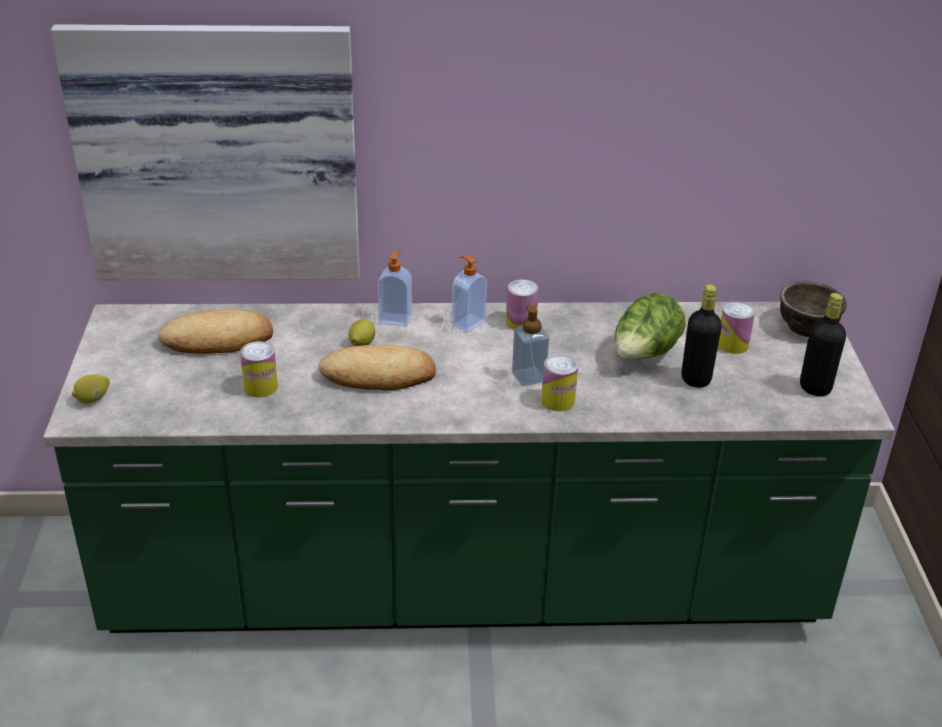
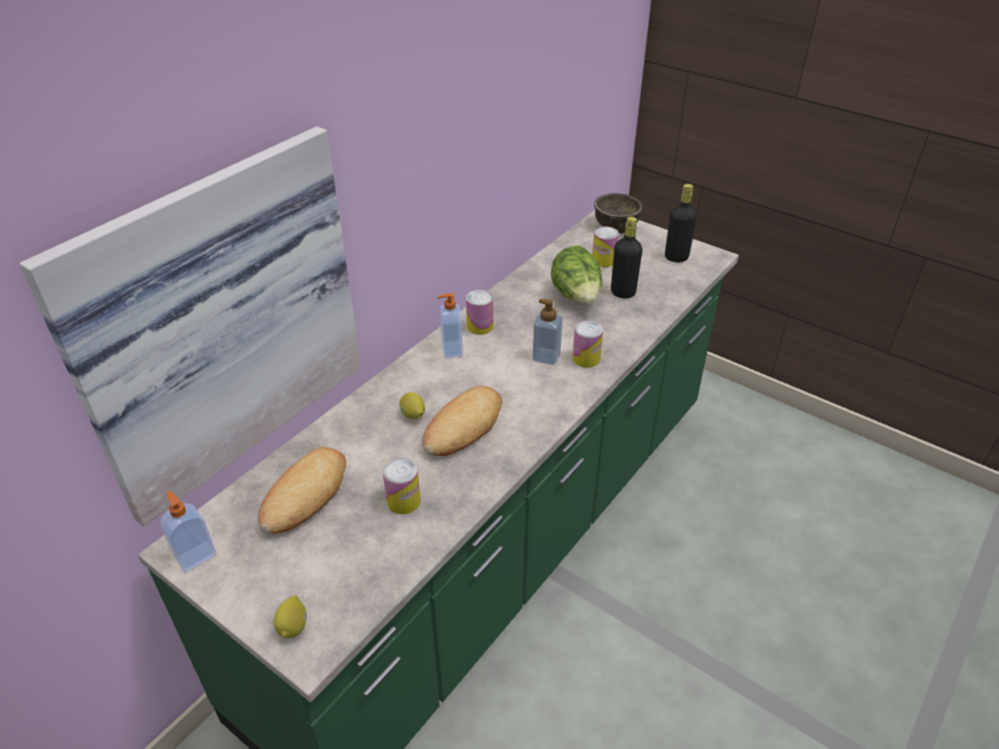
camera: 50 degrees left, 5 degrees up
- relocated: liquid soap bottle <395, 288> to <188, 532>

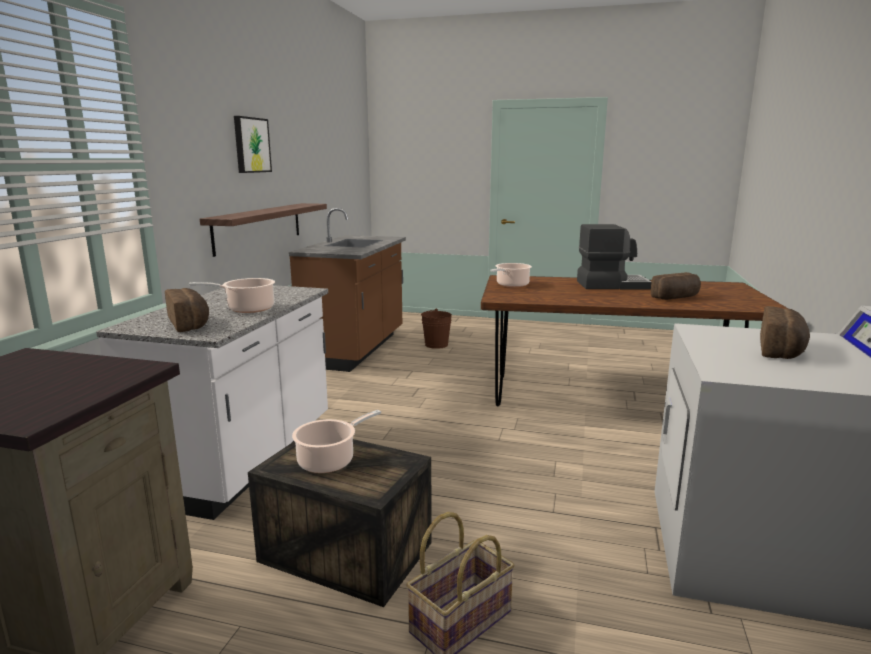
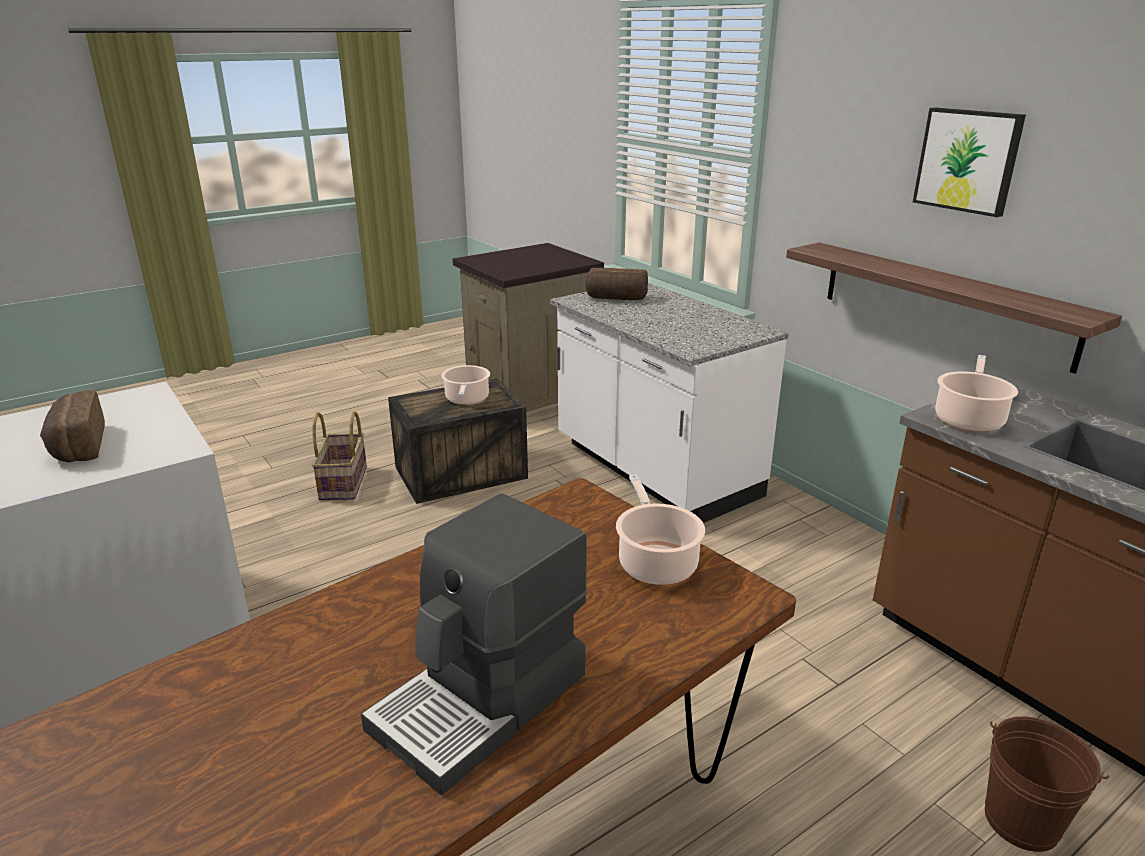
camera: 130 degrees right, 10 degrees up
- relocated: stockpot <232, 295> to <976, 393>
- missing: baked bread <676, 286>

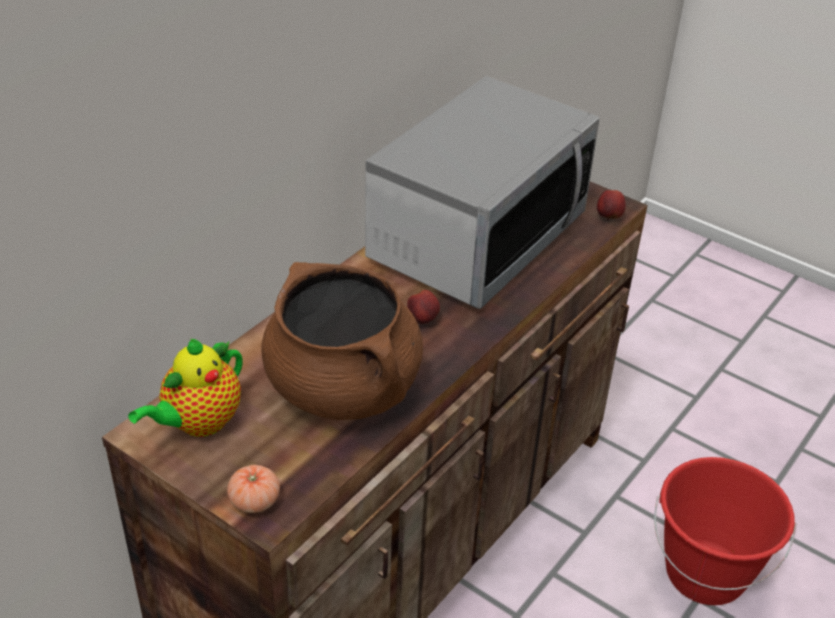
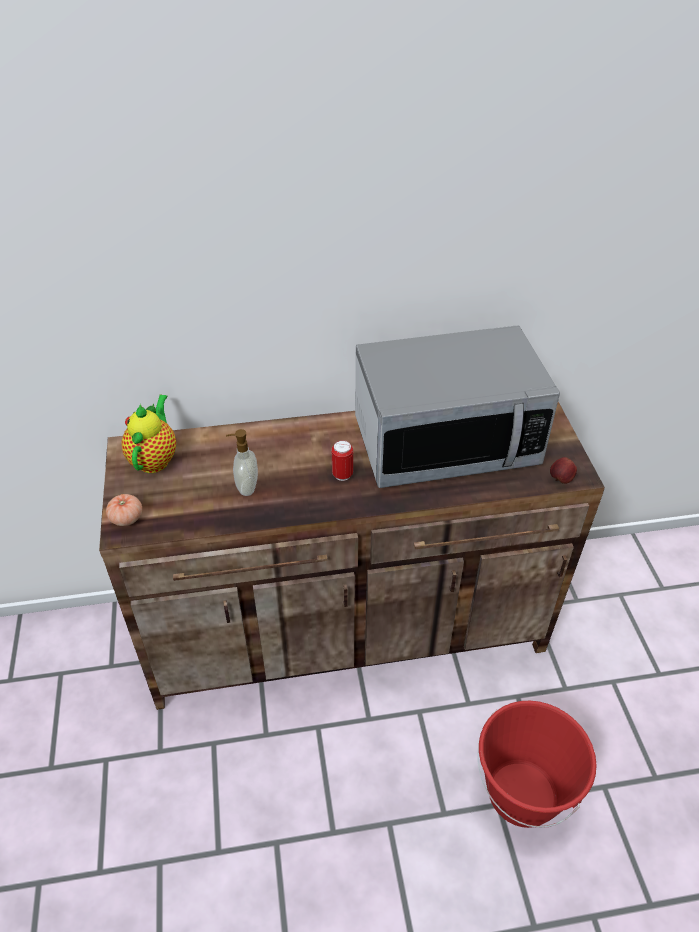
camera: 45 degrees right, 5 degrees up
- spun: pot for tea <185, 388> = <149, 433> 105 degrees clockwise
- exchanged: brown-coloured stockpot <342, 341> to liquid soap bottle <242, 462>
- exchanged: apple fruit <423, 307> to can <342, 460>

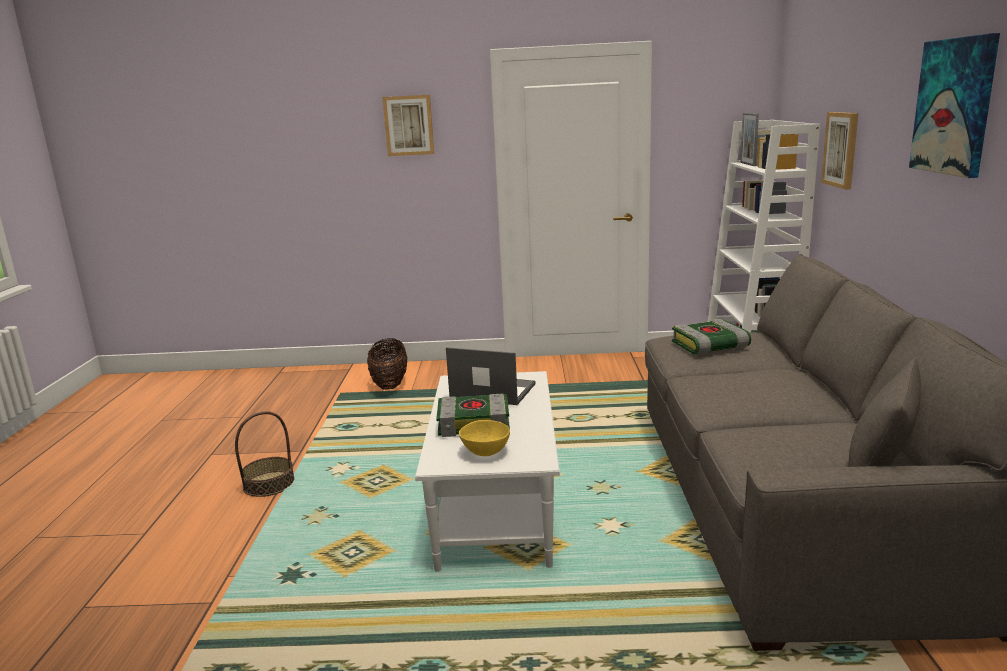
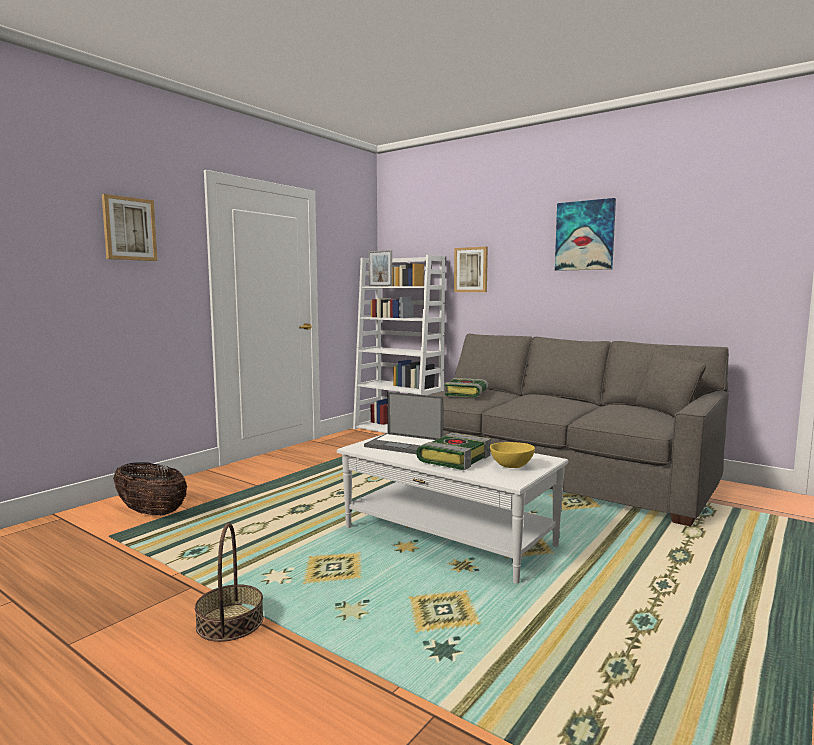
camera: 55 degrees left, 10 degrees down
- spun: notebook computer <491, 376> = <404, 423> 120 degrees counterclockwise

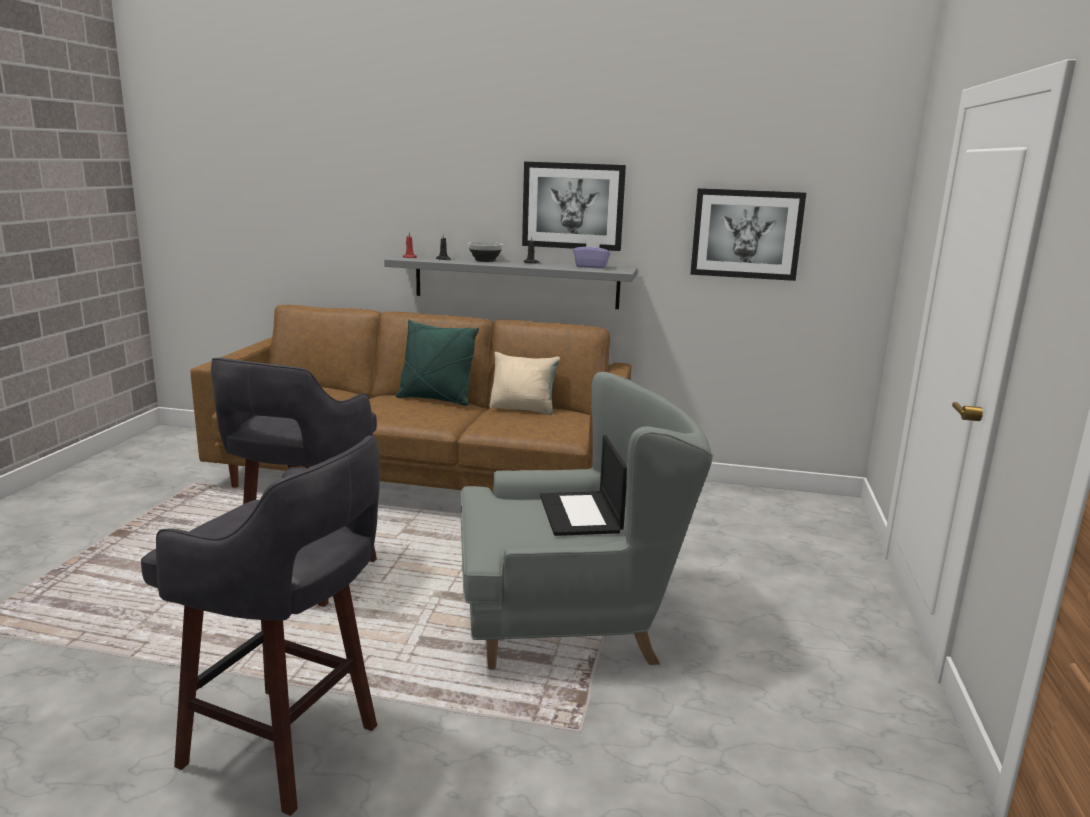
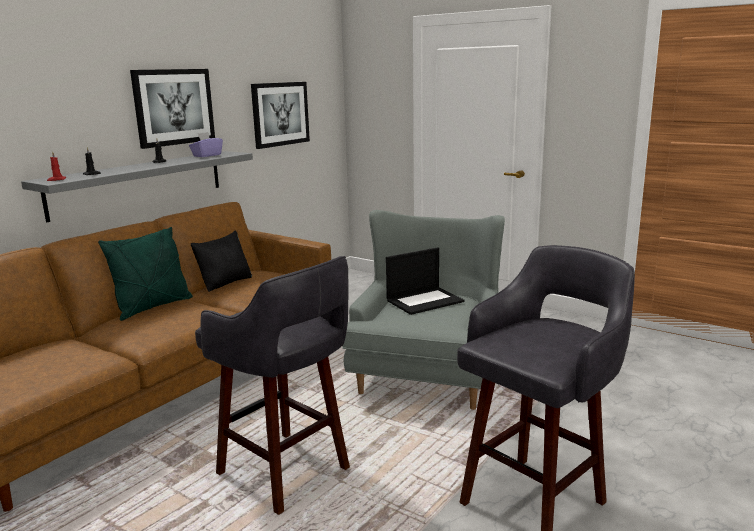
camera: 65 degrees left, 0 degrees up
- colour: sand-coloured pillow <524, 383> to black pillow <221, 261>
- spun: notebook computer <583, 485> = <425, 281> 45 degrees counterclockwise
- missing: deep dish <485, 252>

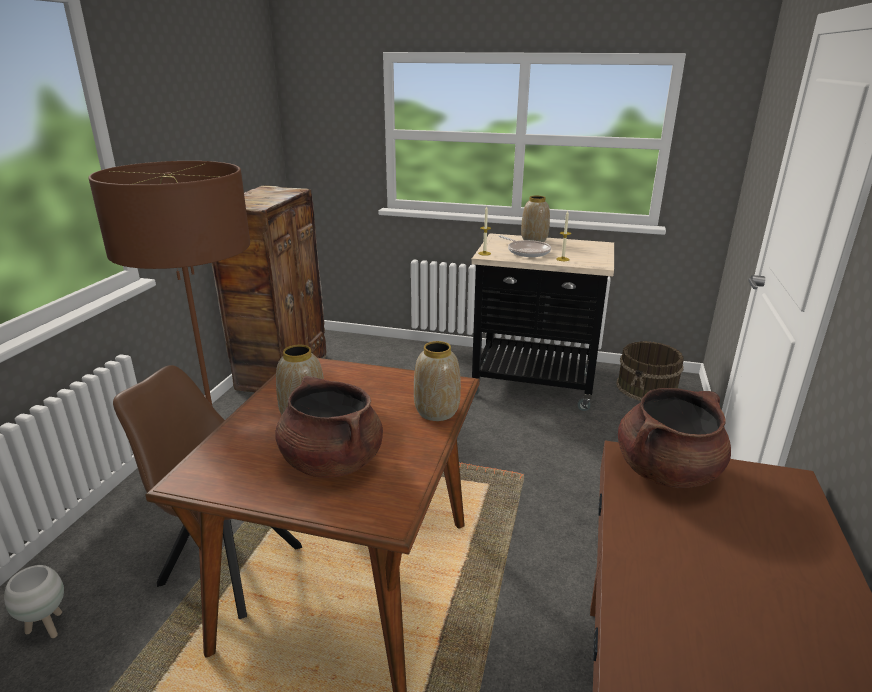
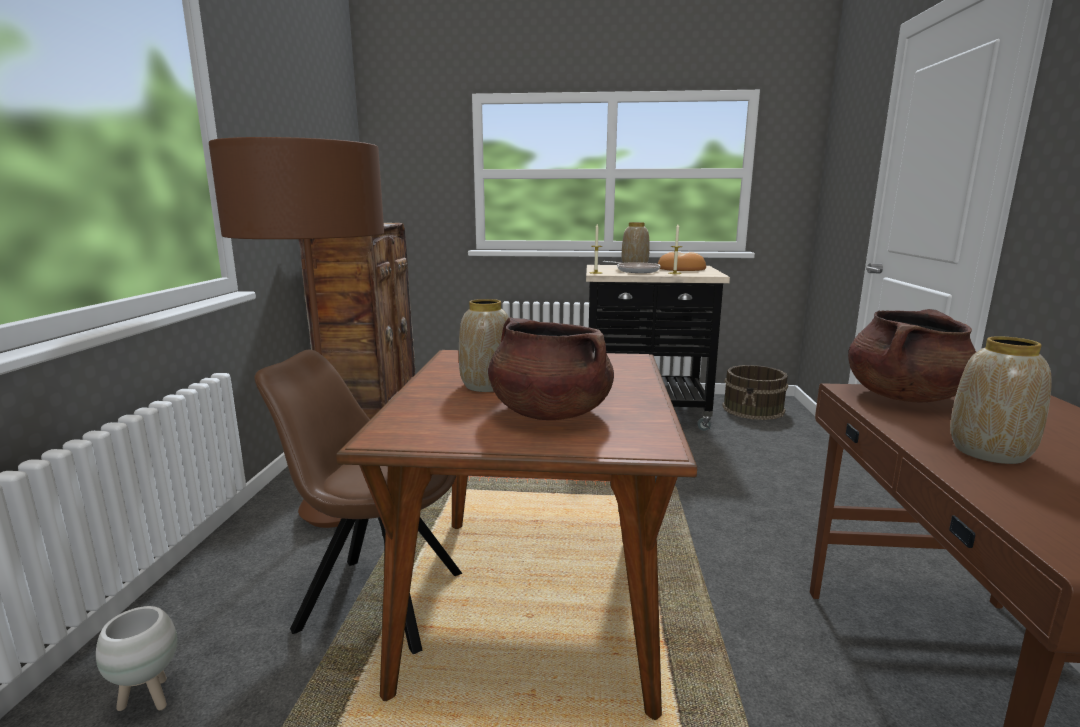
camera: 10 degrees left, 10 degrees down
- appeared: baked bread <682, 261>
- relocated: decorative vase <437, 381> to <1001, 400>

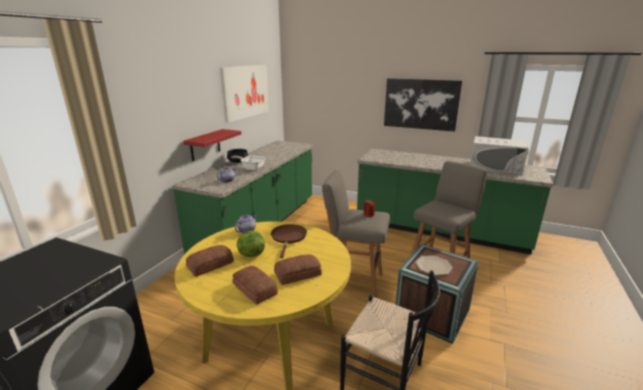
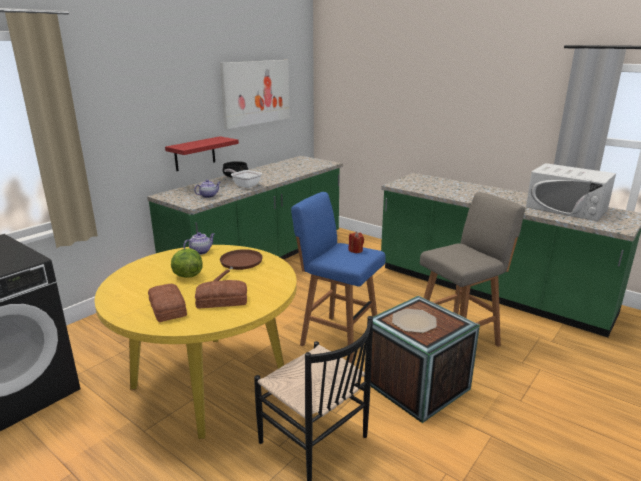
camera: 15 degrees right, 0 degrees up
- colour: gray stool seat <356, 234> to blue stool seat <338, 277>
- missing: baked bread <210, 261>
- missing: wall art <423, 104>

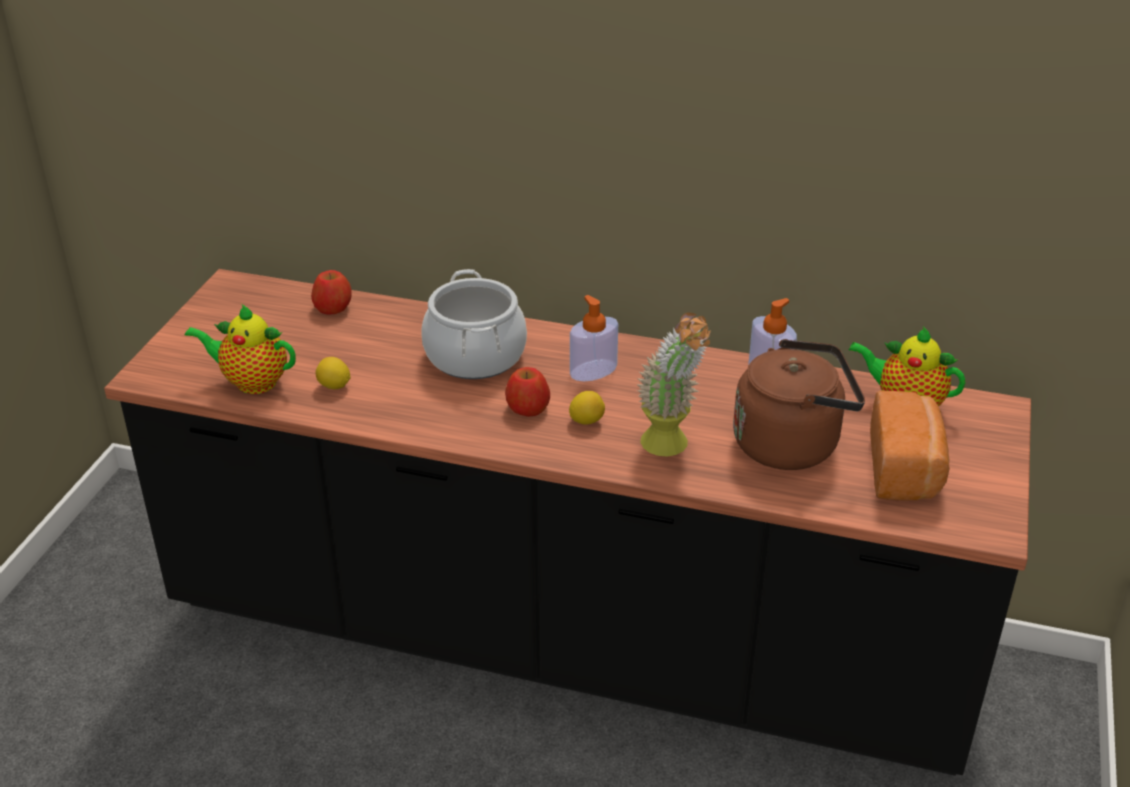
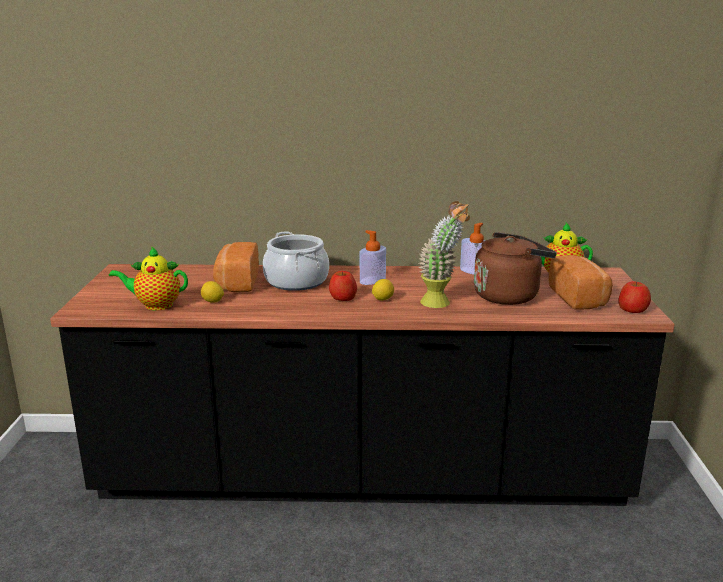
camera: 15 degrees left, 15 degrees down
- appeared: baked bread <236, 267>
- relocated: apple fruit <331, 292> to <635, 297>

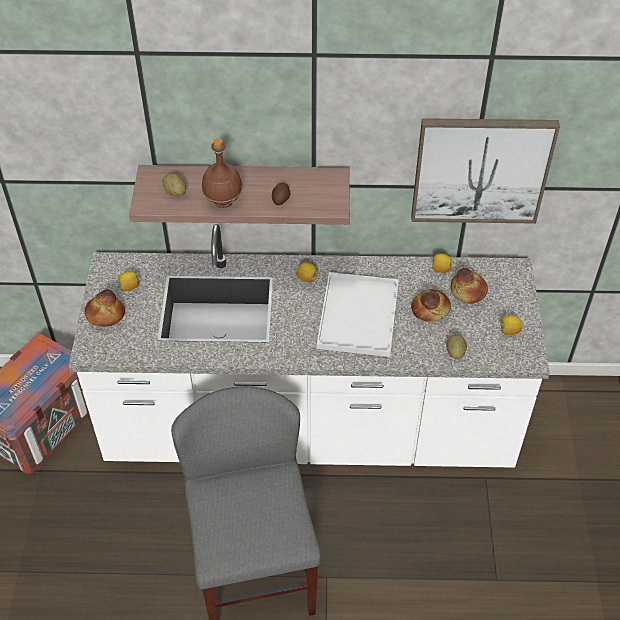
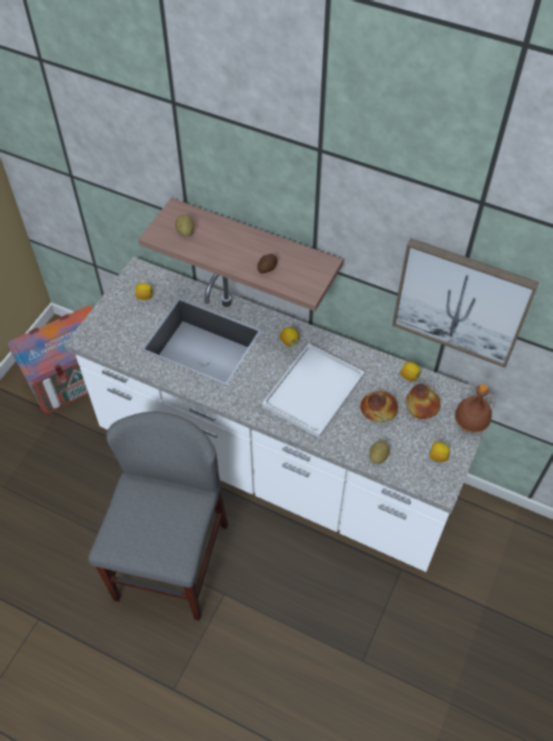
camera: 25 degrees right, 5 degrees up
- relocated: brown-coloured drink bottle <222, 173> to <473, 408>
- missing: baked bread <105, 308>

